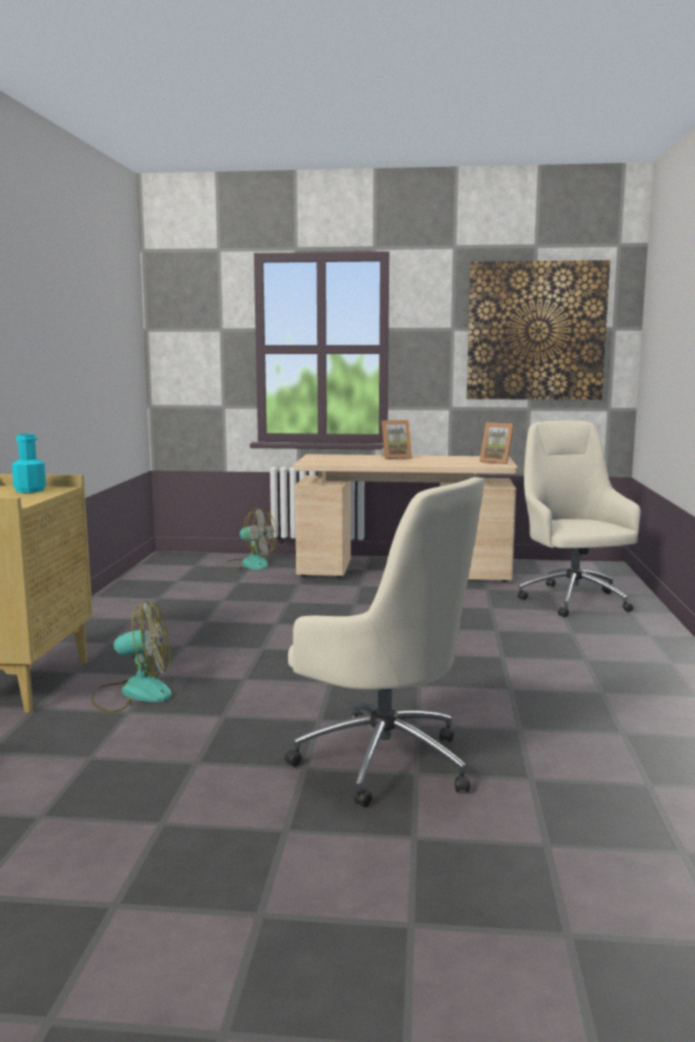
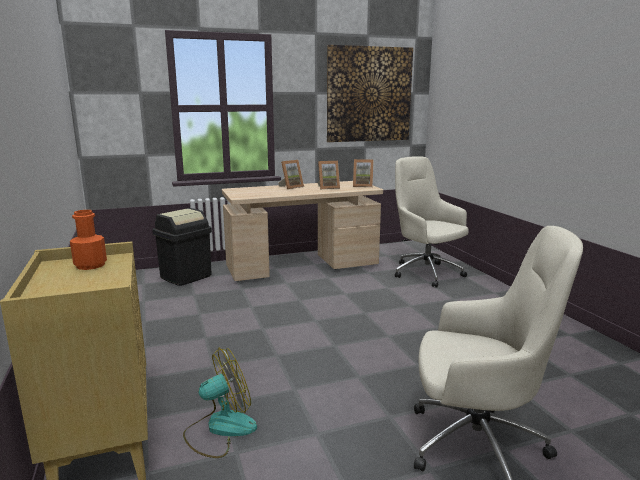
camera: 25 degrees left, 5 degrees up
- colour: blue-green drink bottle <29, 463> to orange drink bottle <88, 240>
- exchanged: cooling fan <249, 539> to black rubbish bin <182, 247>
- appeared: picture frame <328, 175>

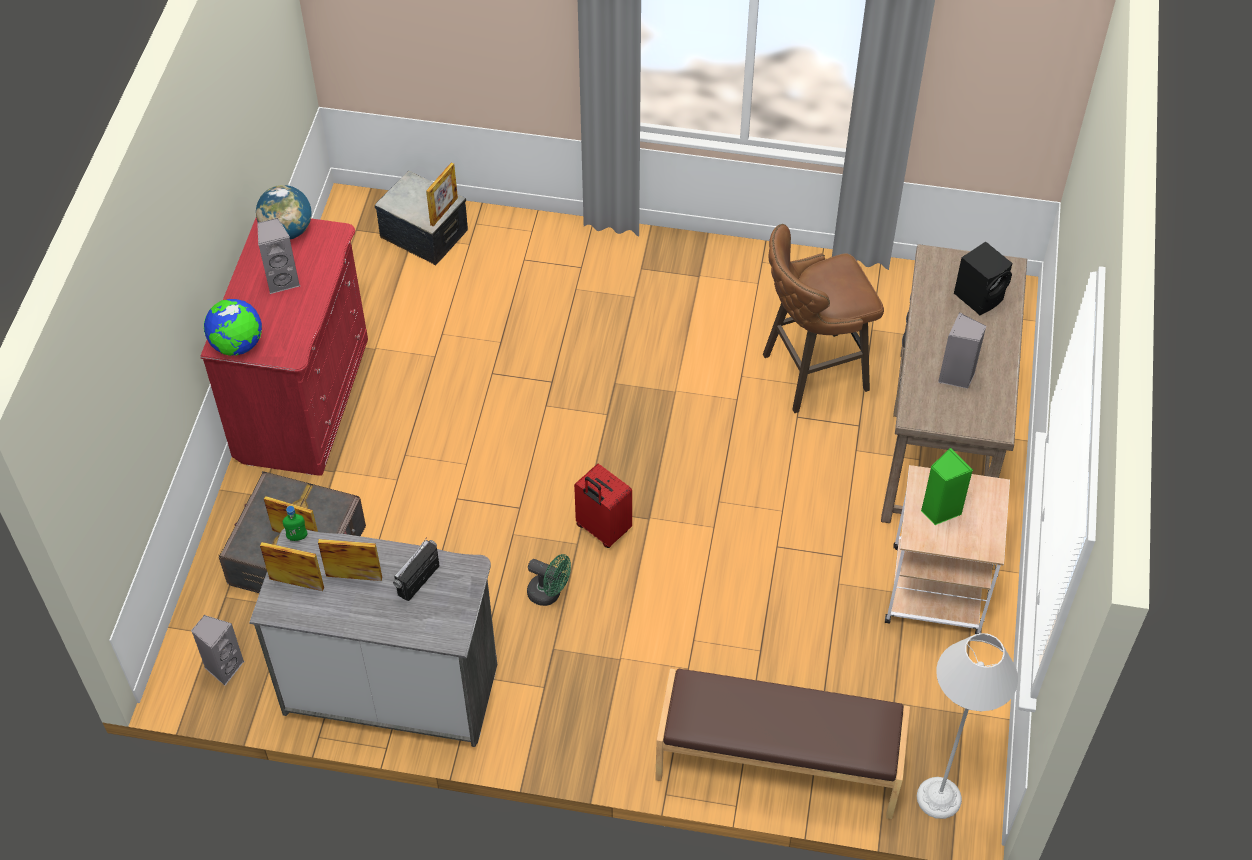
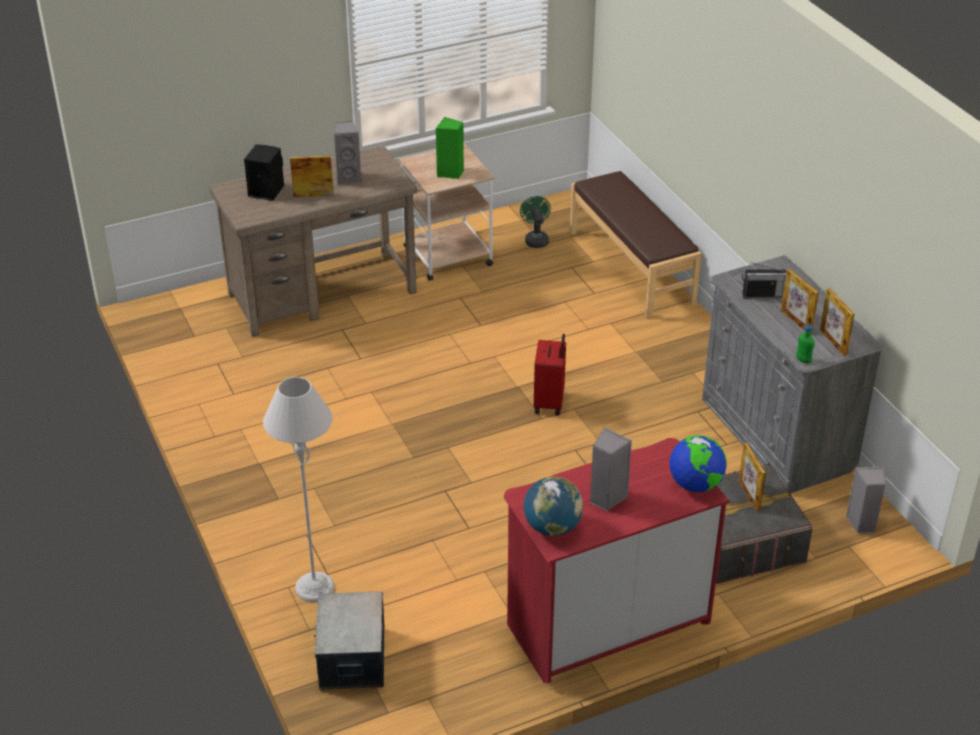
camera: 125 degrees left, 15 degrees down
- relocated: gray standing lamp <967, 726> to <299, 489>
- relocated: picture frame <442, 194> to <312, 176>
- relocated: green cooling fan <549, 580> to <535, 222>
- missing: brown-coloured stool seat <823, 318>

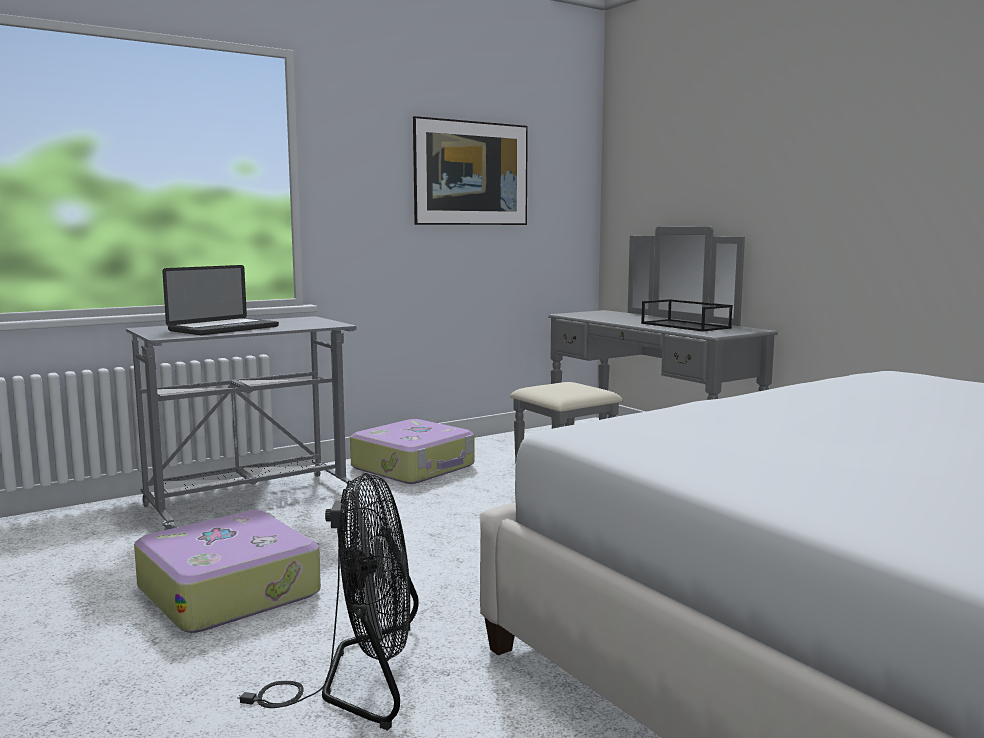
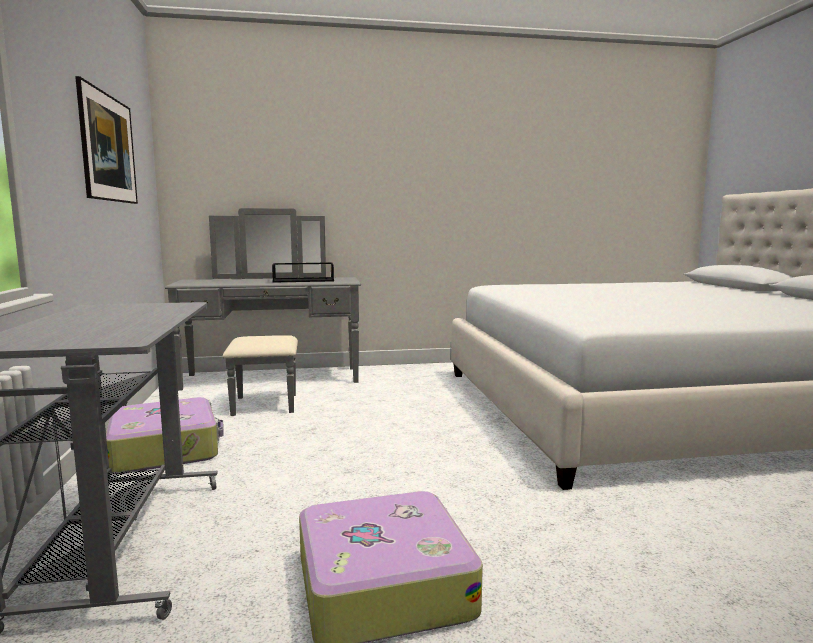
camera: 65 degrees left, 0 degrees up
- missing: notebook computer <220, 300>
- missing: black cooling fan <328, 602>

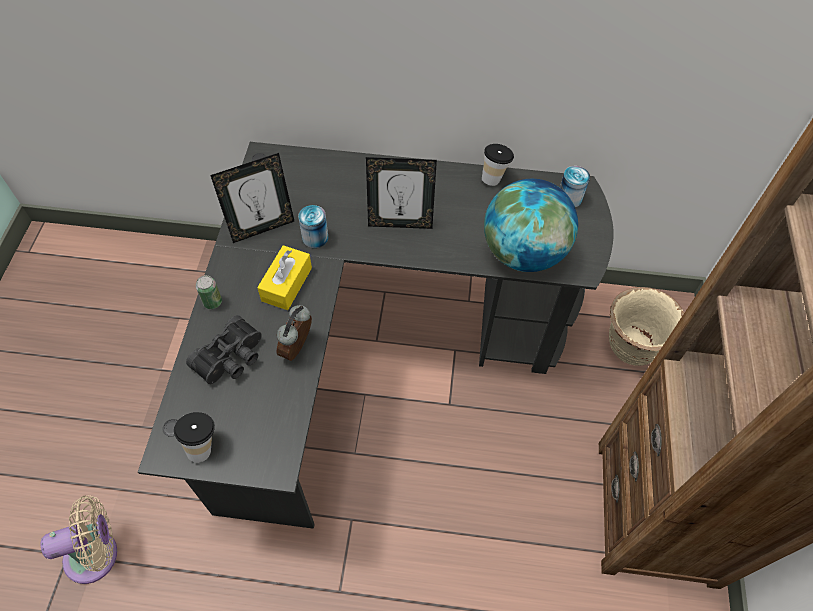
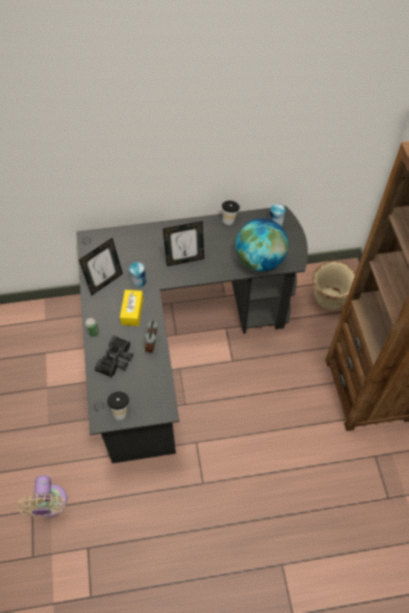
camera: 15 degrees left, 0 degrees up
- spun: sand-coloured cooling fan <78, 539> = <42, 497> 120 degrees clockwise

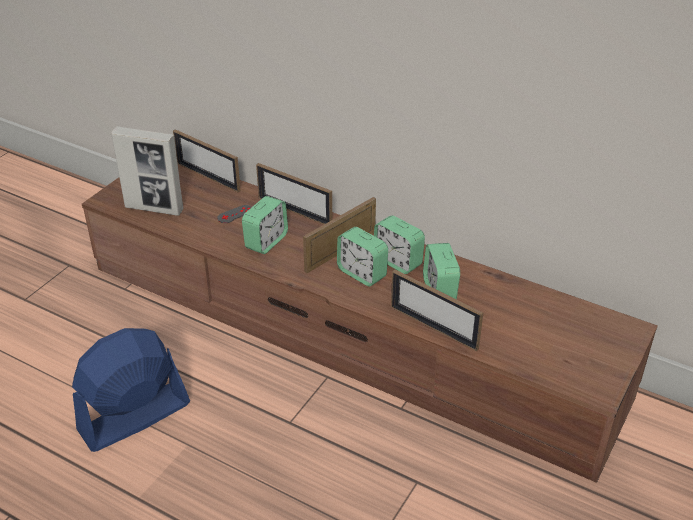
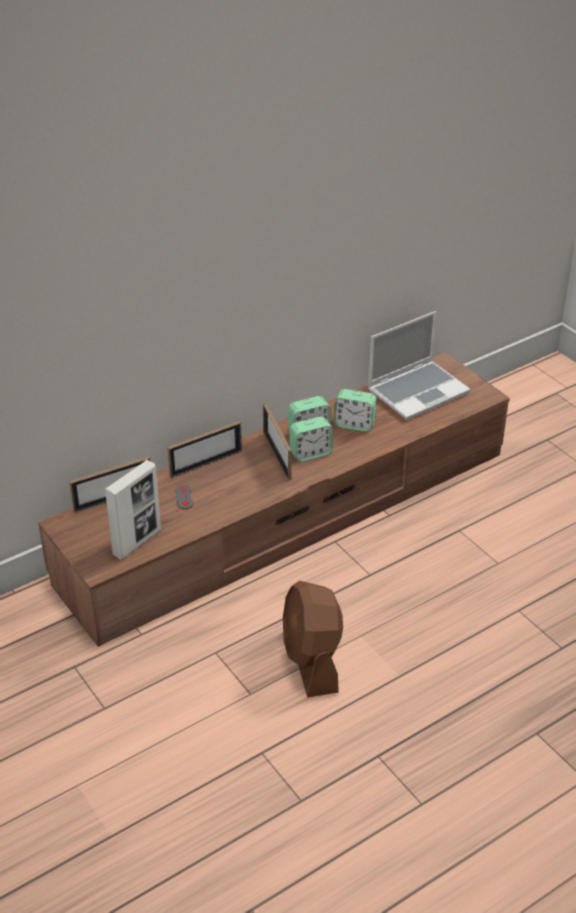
camera: 65 degrees left, 0 degrees up
- colour: blue cooling fan <131, 390> to brown-coloured cooling fan <313, 639>
- appeared: notebook computer <419, 365>
- missing: bedside clock <265, 225>
- missing: picture frame <437, 310>

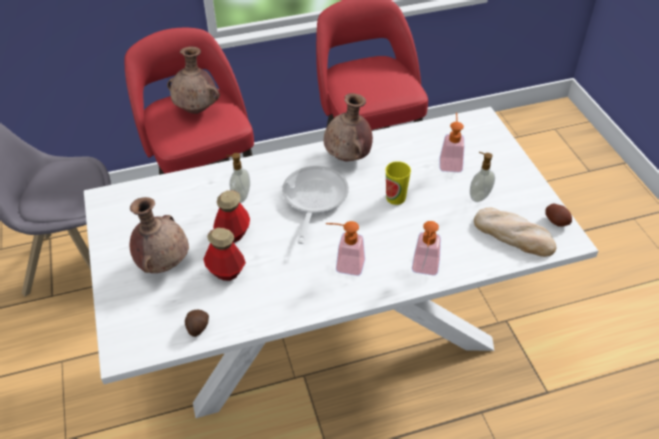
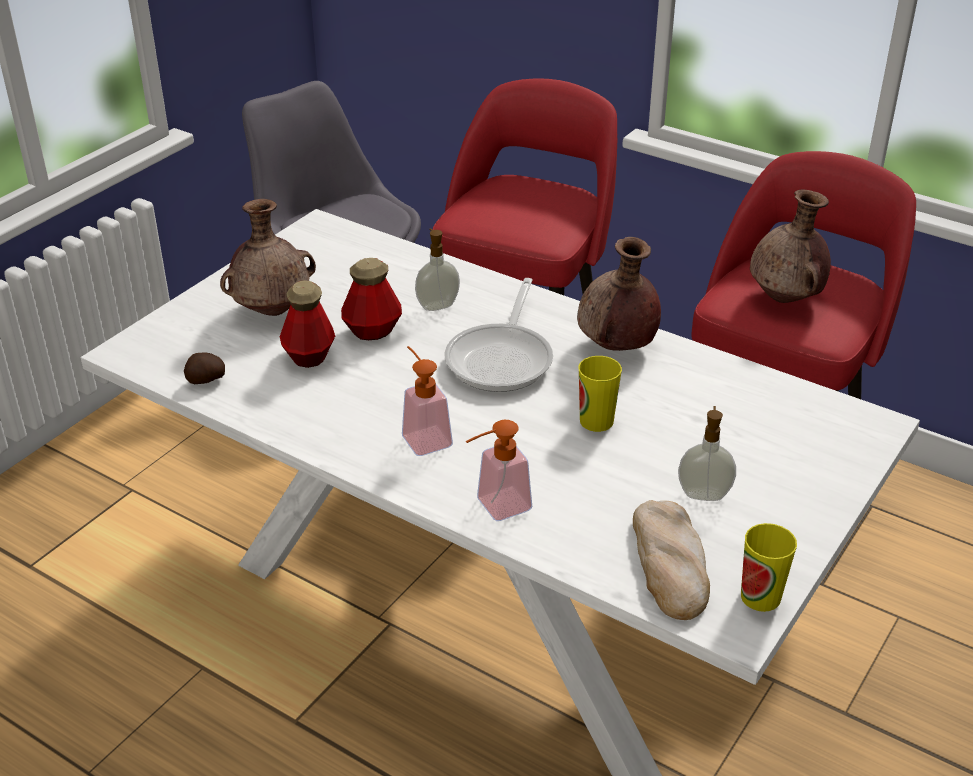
camera: 50 degrees right, 10 degrees down
- spun: skillet <315, 205> = <499, 335> 135 degrees clockwise
- exchanged: whole potato <558, 215> to small cup <769, 567>
- relocated: brown-coloured decorative vase <193, 80> to <790, 246>
- missing: liquid soap bottle <452, 142>

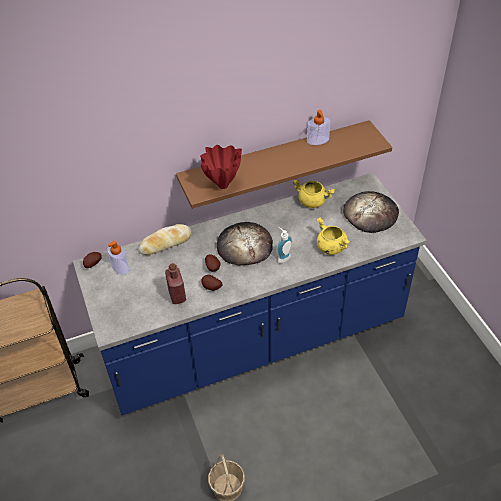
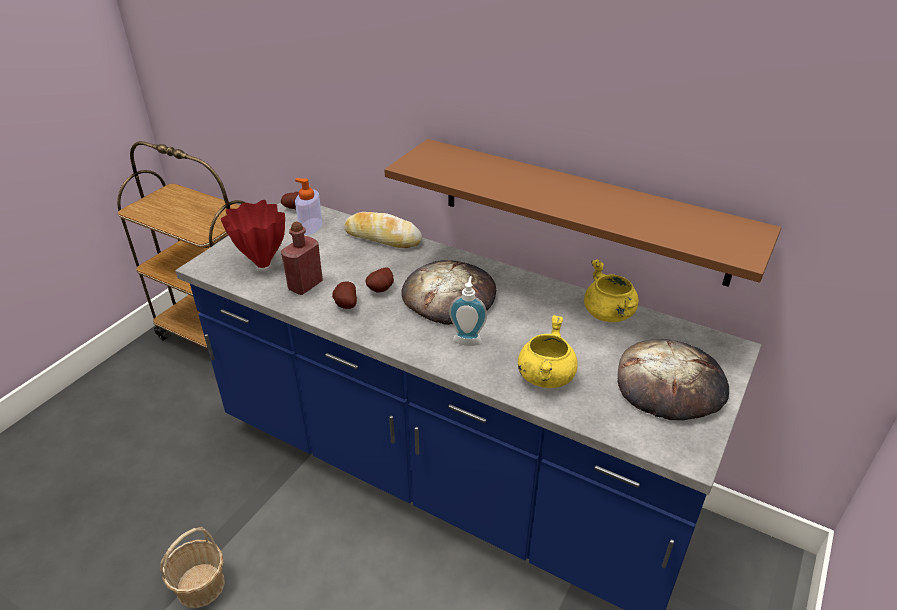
camera: 50 degrees right, 10 degrees down
- relocated: reddish decorative vase <221, 167> to <253, 234>
- missing: liquid soap bottle <318, 127>

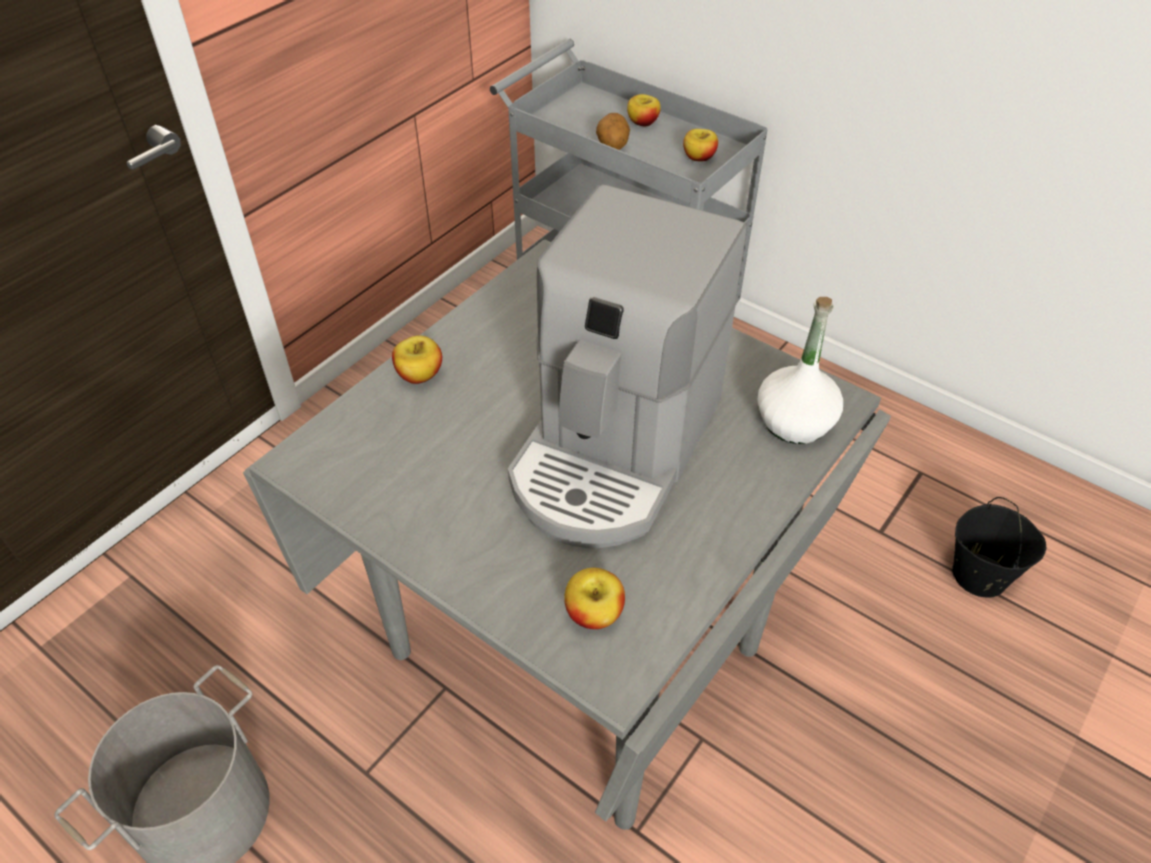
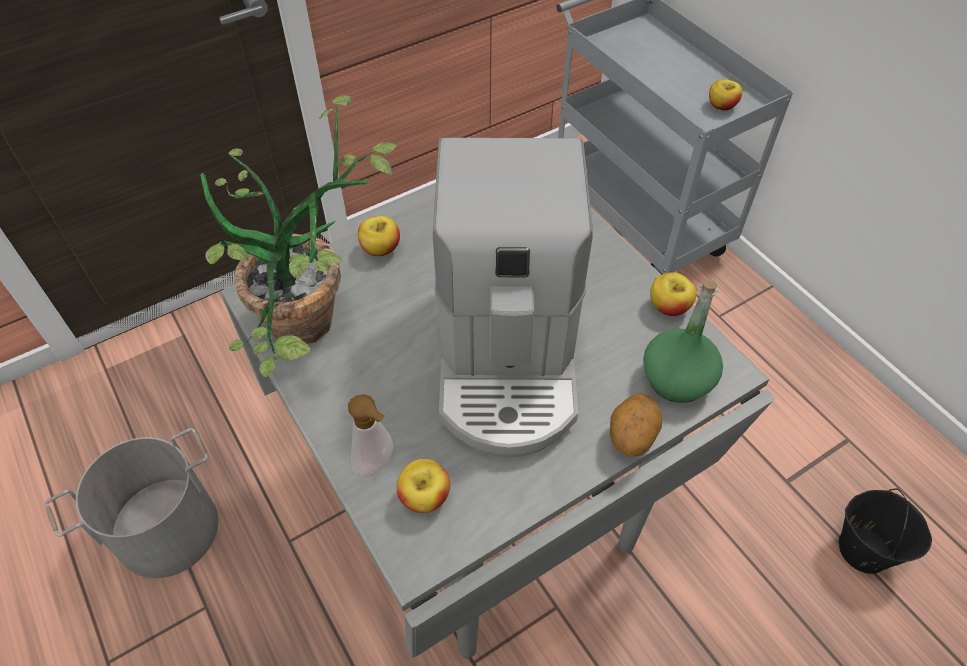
camera: 20 degrees right, 5 degrees up
- appeared: houseplant <298, 236>
- appeared: liquid soap bottle <371, 436>
- spun: coffee maker <627, 366> = <513, 298> 45 degrees counterclockwise
- relocated: whole potato <613, 131> to <636, 425>
- colour: white-coloured drink bottle <800, 370> to green drink bottle <683, 341>
- relocated: apple fruit <644, 110> to <673, 294>

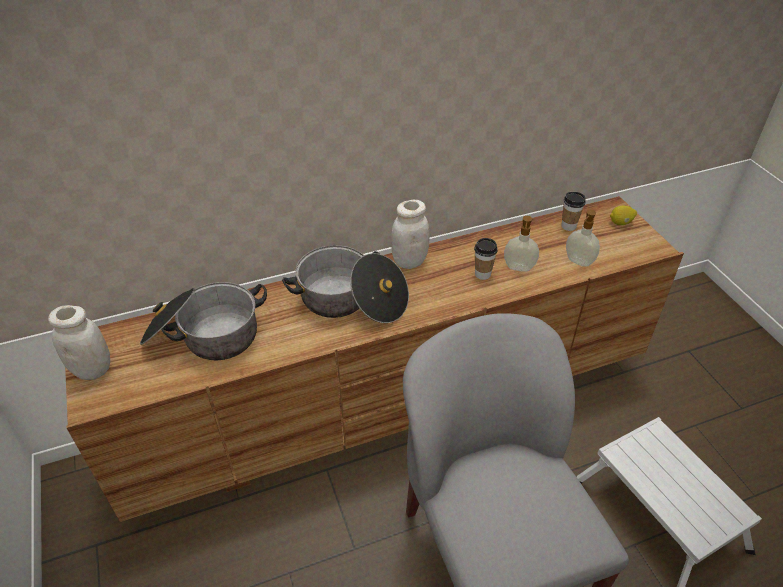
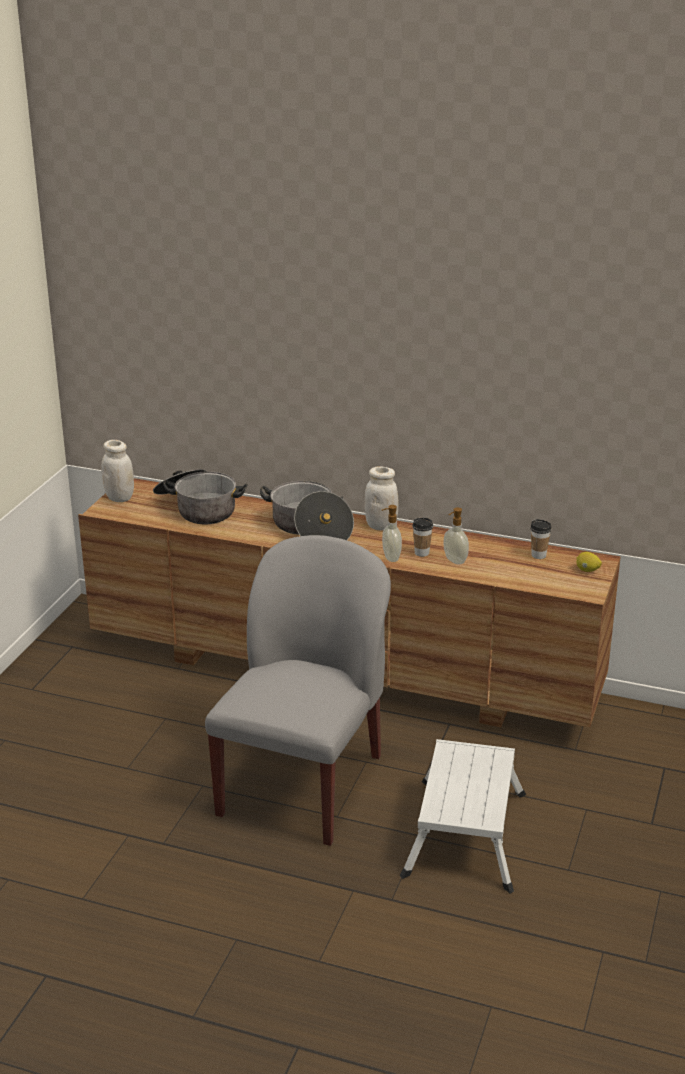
camera: 40 degrees right, 15 degrees down
- relocated: liquid soap bottle <583, 238> to <392, 533>

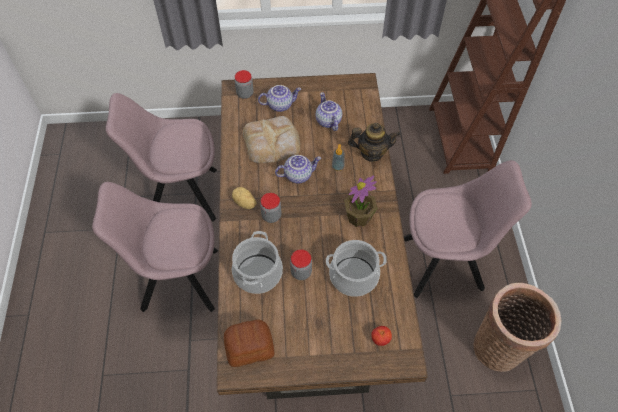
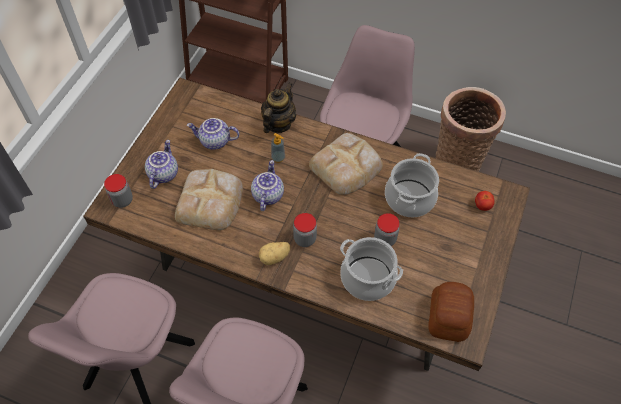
camera: 65 degrees left, 0 degrees up
- exchanged: houseplant <360, 201> to baked bread <346, 164>

